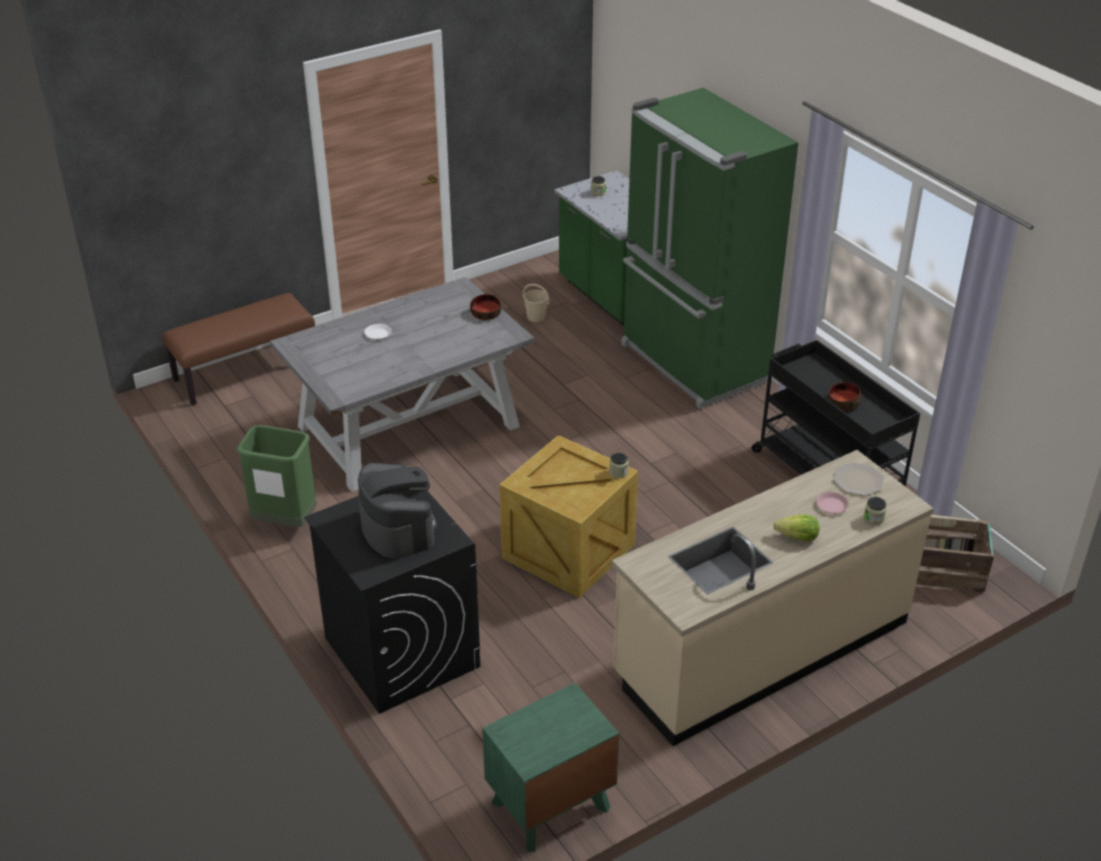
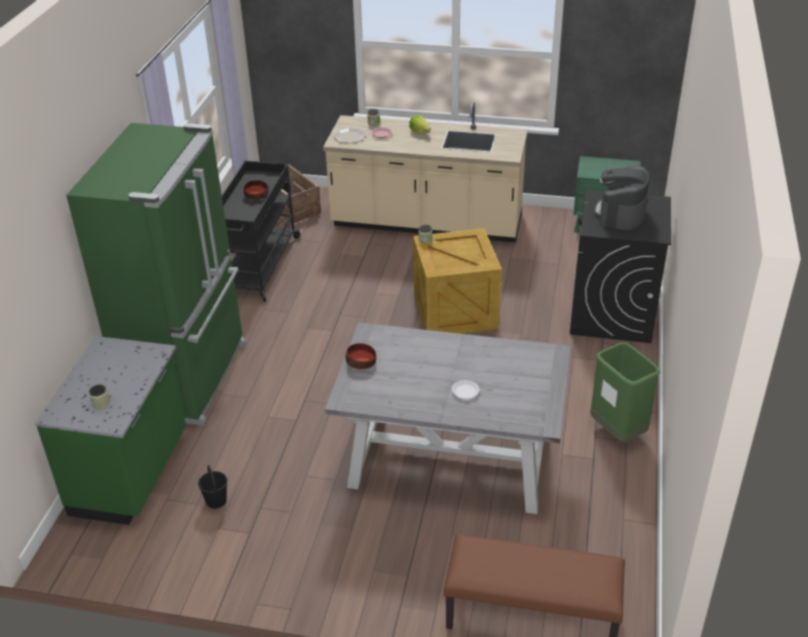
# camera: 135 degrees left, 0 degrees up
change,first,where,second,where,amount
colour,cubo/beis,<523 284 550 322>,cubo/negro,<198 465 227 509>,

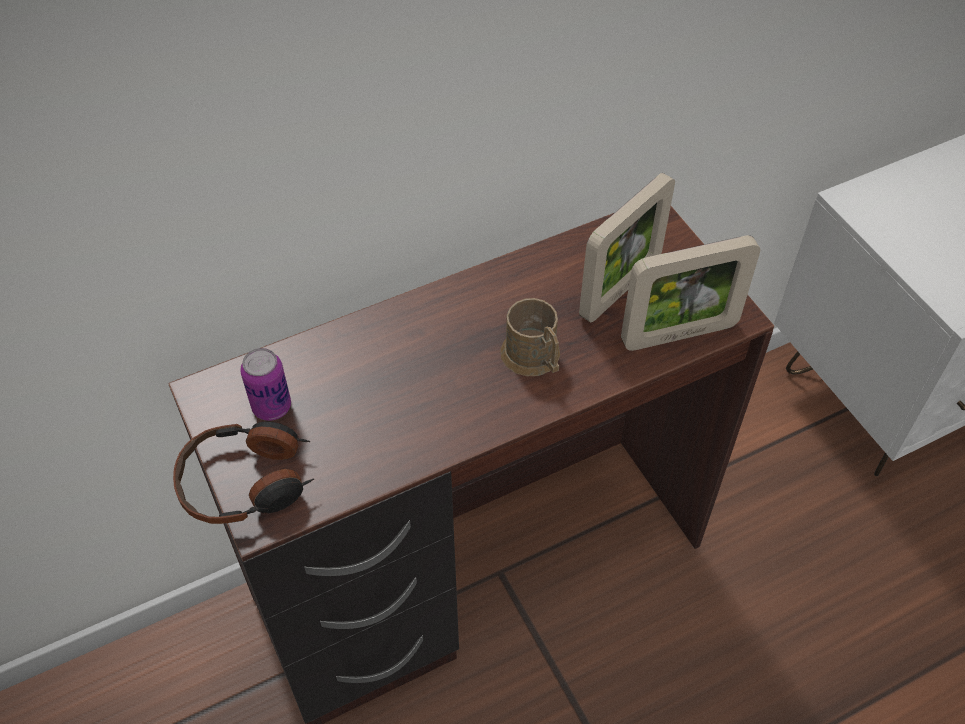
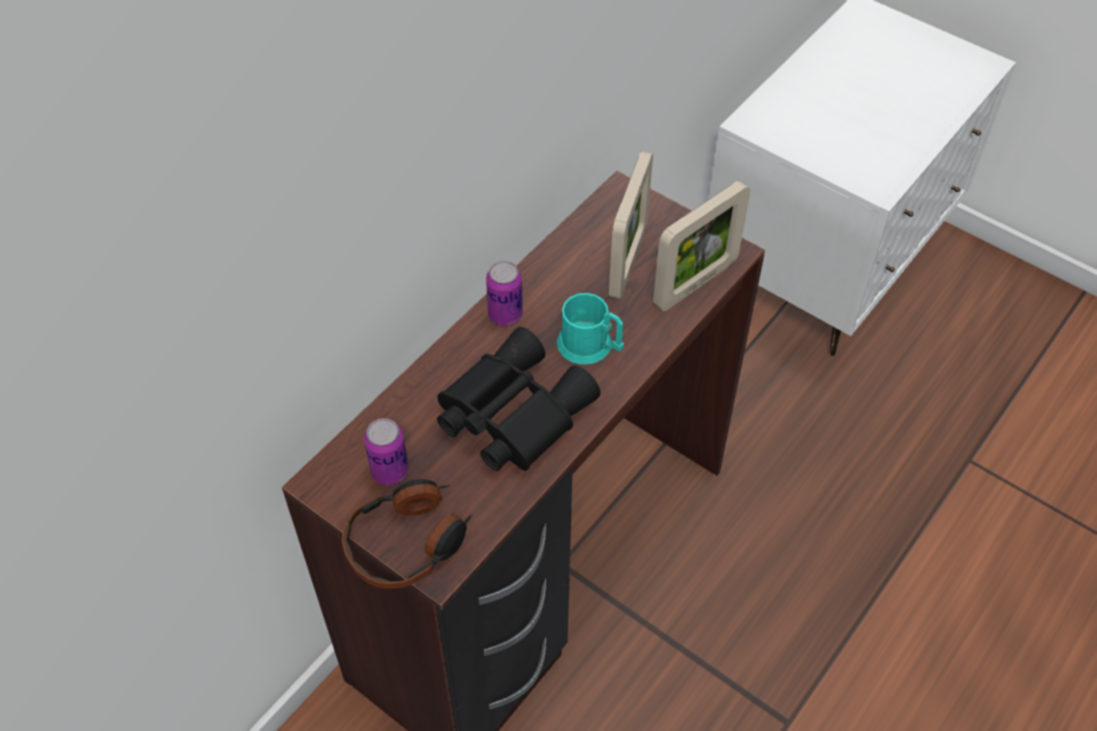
# camera: 25 degrees left, 0 degrees up
change,first,where,second,where,amount
appeared,,,prismáticos/negro,<437 327 600 471>,
appeared,,,lata,<486 261 523 326>,
colour,taza grande/marrón,<500 298 560 376>,taza grande/turquesa,<557 293 624 365>,

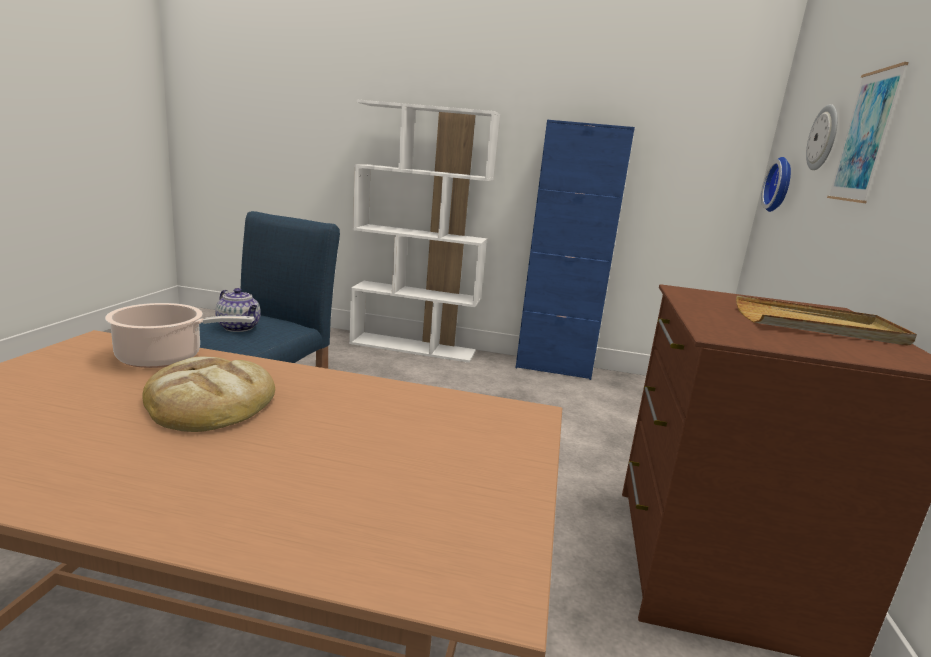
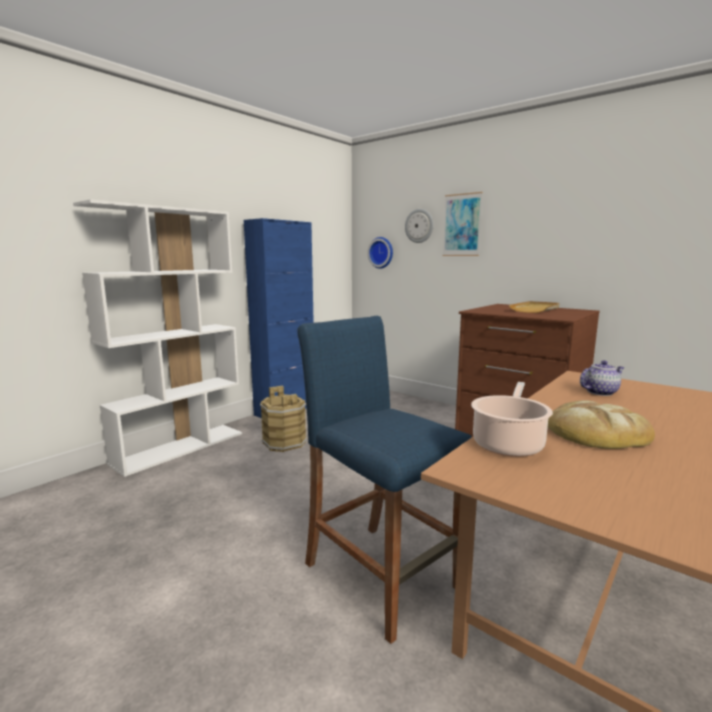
# camera: 60 degrees left, 5 degrees down
change,first,where,second,where,amount
appeared,,,cubo/marrón,<260 386 307 452>,
relocated,tetera,<215 288 261 332>,,<580 360 624 396>,

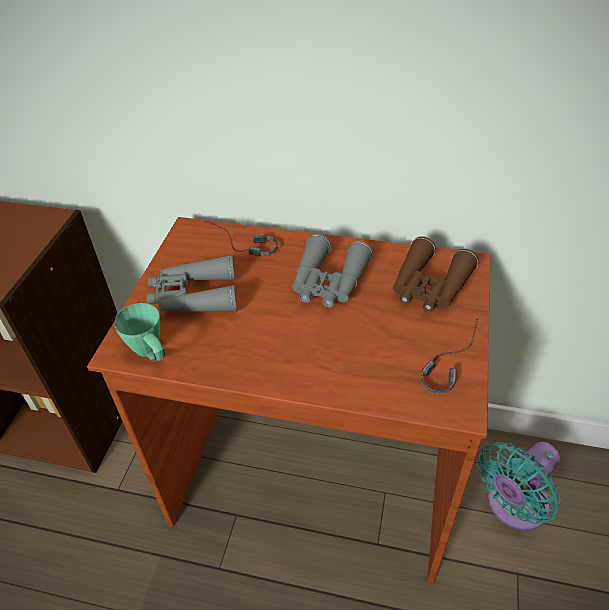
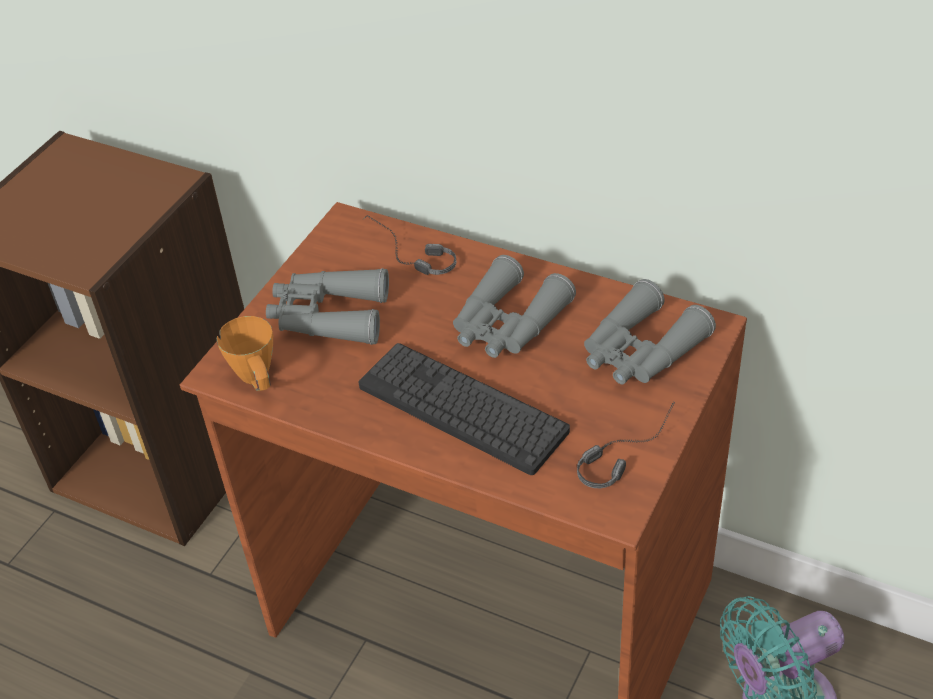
# camera: 15 degrees right, 0 degrees up
change,first,where,second,where,amount
appeared,,,teclado,<358 343 570 475>,
colour,taza grande/verde,<114 303 165 362>,taza grande/naranja,<217 316 273 391>,
colour,prismáticos/marrón,<393 236 479 312>,prismáticos/gris,<584 279 716 385>,

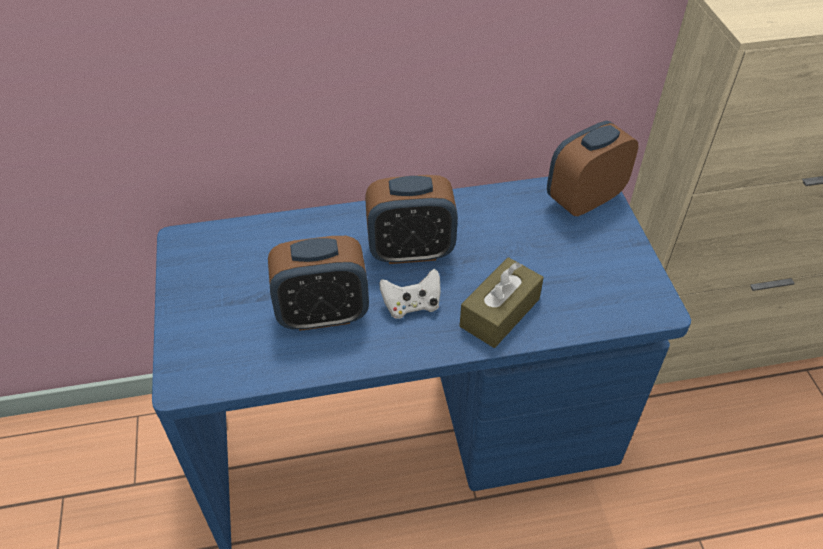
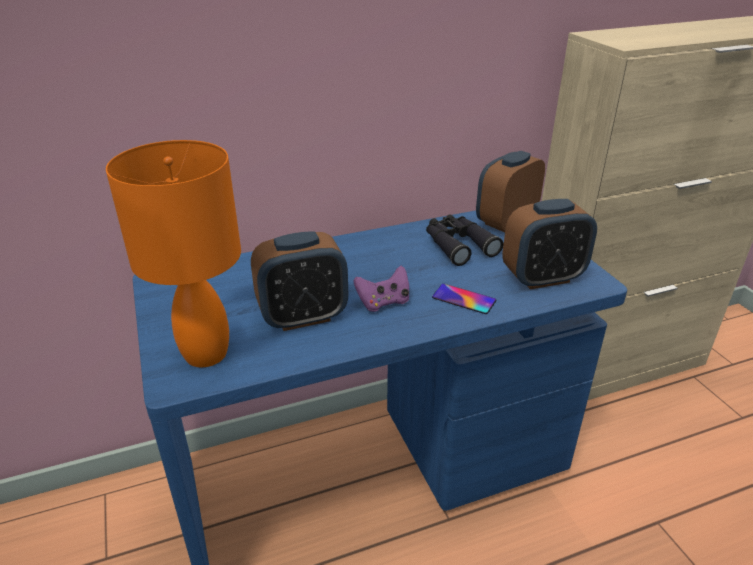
# camera: 10 degrees left, 15 degrees down
change,first,where,second,where,amount
appeared,,,lámpara de mesa/naranja,<106 140 241 368>,
appeared,,,prismáticos/negro,<426 215 503 266>,
relocated,despertador,<365 175 458 264>,,<502 199 597 289>,
exchanged,caja de pañuelos/marrón,<460 257 544 348>,móvil,<432 284 496 314>,
colour,mando de consola/blanco,<379 269 441 319>,mando de consola/morado,<353 266 409 312>,

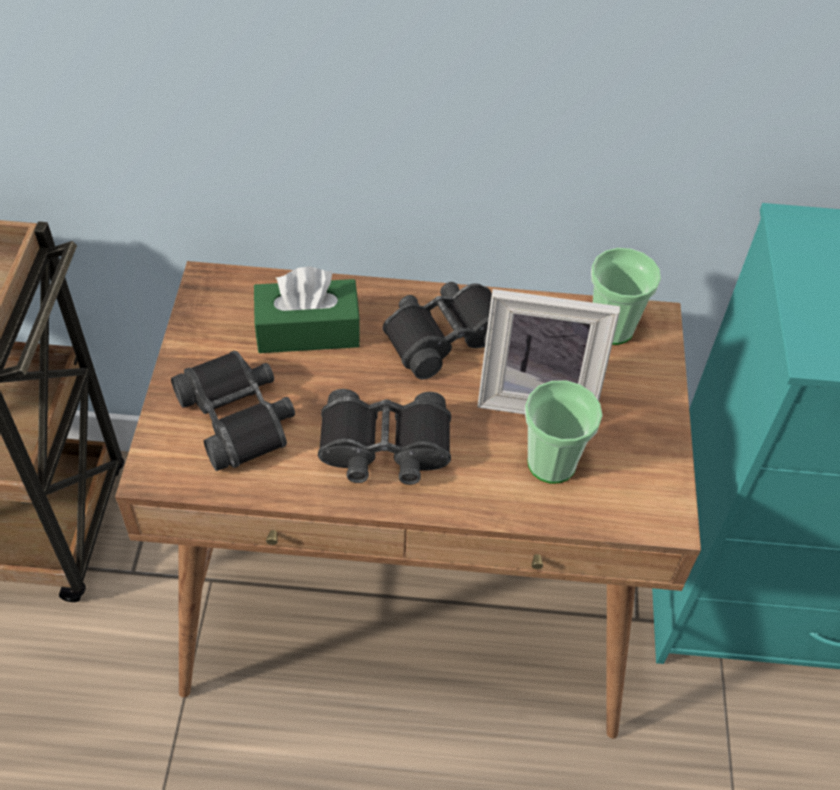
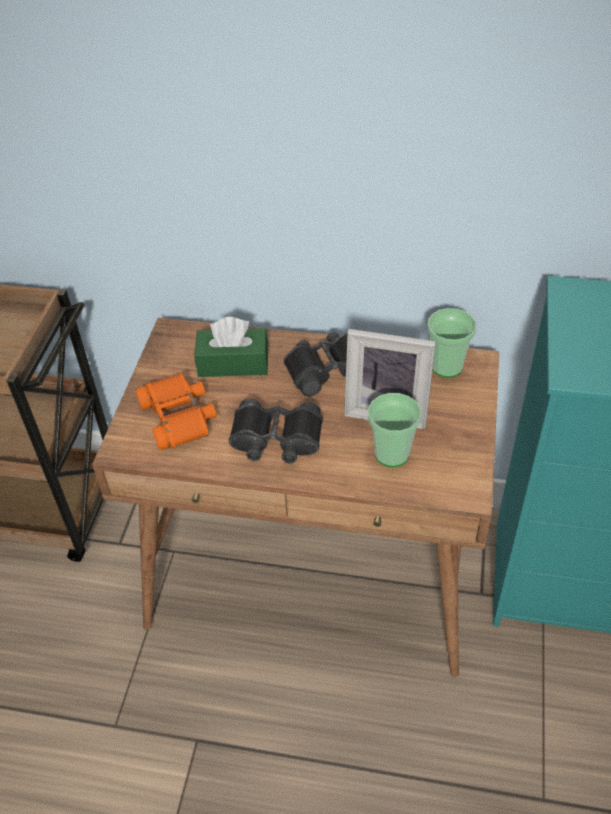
# camera: 10 degrees right, 5 degrees down
change,first,where,second,where,amount
colour,prismáticos/negro,<171 351 295 471>,prismáticos/naranja,<136 373 217 450>,

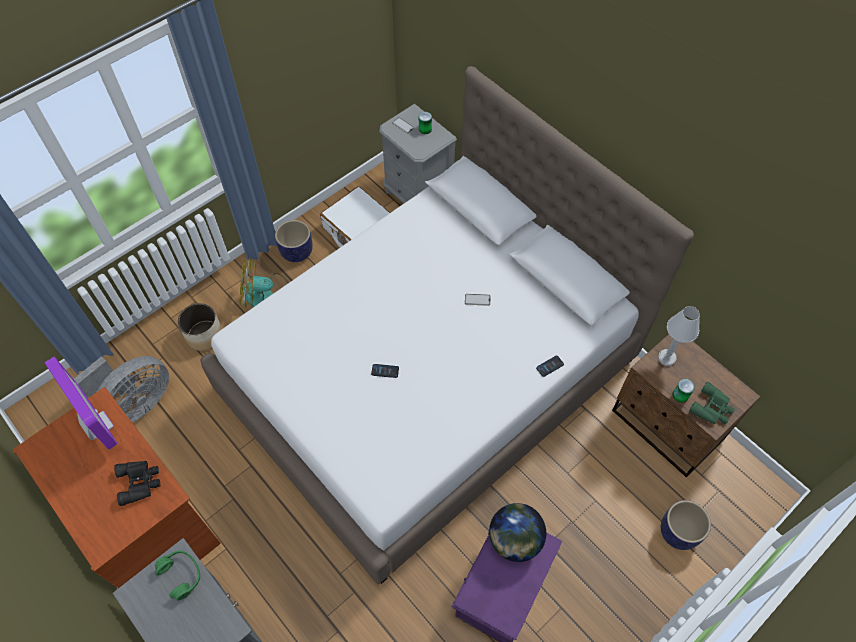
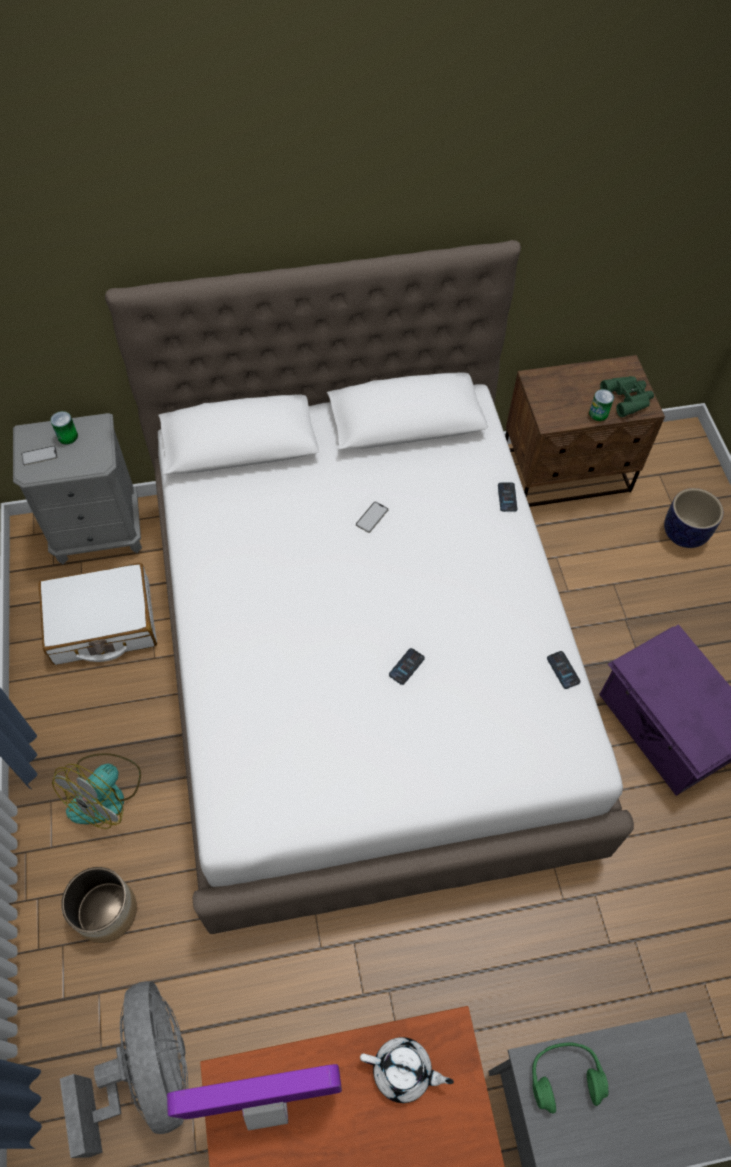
# camera: 60 degrees left, 0 degrees up
change,first,where,second,where,amount
missing,maceta,<275 220 313 262>,,,
missing,globo terráqueo,<489 503 546 562>,,,
missing,lámpara de mesa/blanco,<658 306 700 366>,,,
appeared,,,móvil,<547 651 580 689>,
exchanged,prismáticos/negro,<114 461 160 506>,tetera/blanco,<360 1037 454 1103>,

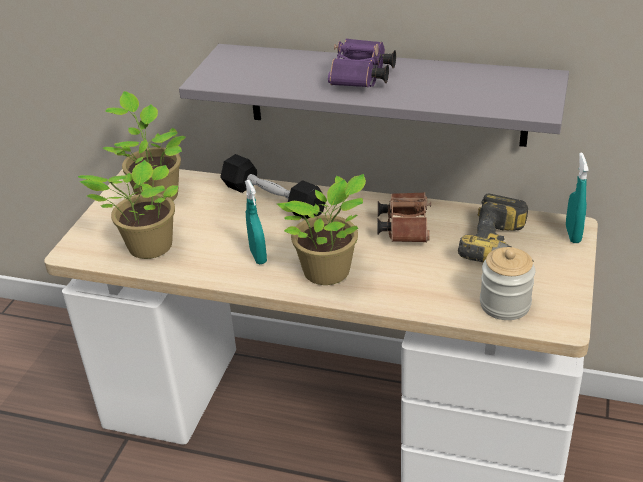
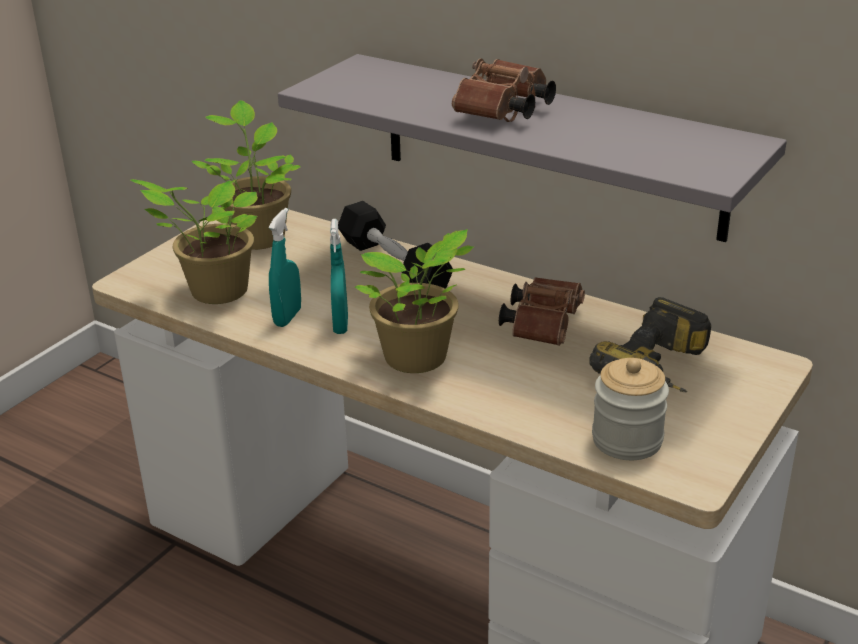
# camera: 15 degrees right, 5 degrees down
change,first,where,second,where,amount
relocated,pulverizador/turquesa,<566 152 589 243>,,<269 208 301 327>,
colour,prismáticos/morado,<328 38 396 87>,prismáticos/marrón,<452 58 556 122>,

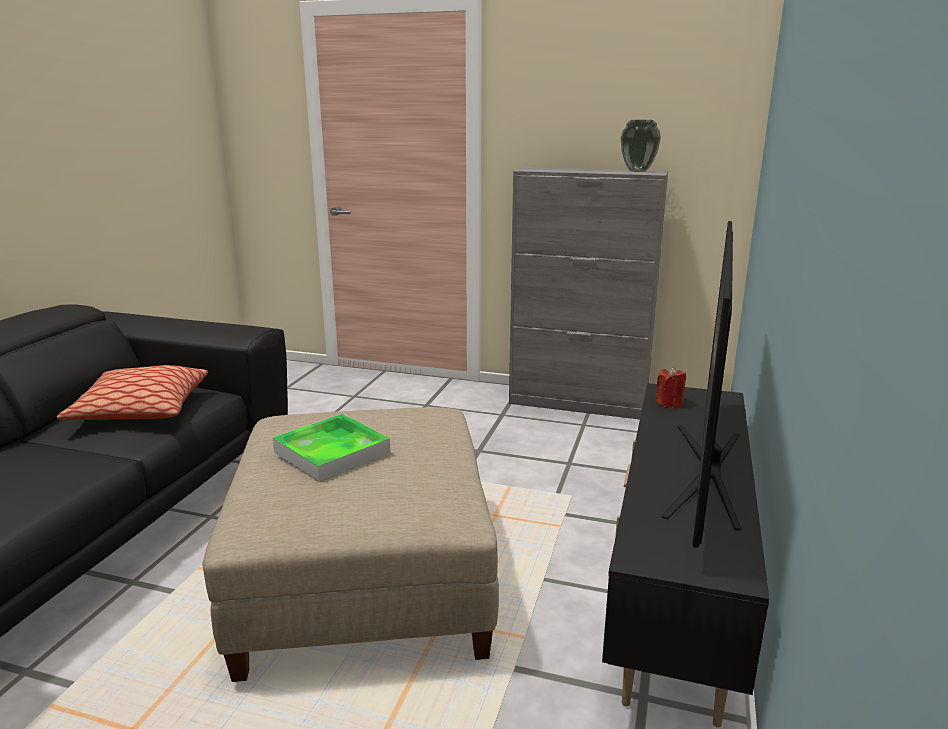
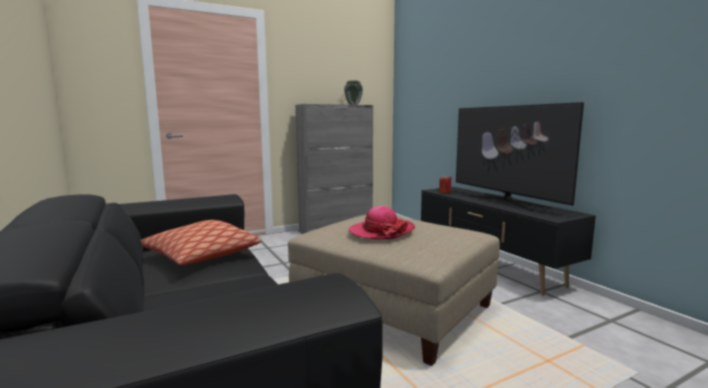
# camera: 45 degrees left, 10 degrees down
change,first,where,second,where,amount
exchanged,bandeja,<272 414 391 482>,sombrero,<349 206 416 240>,

